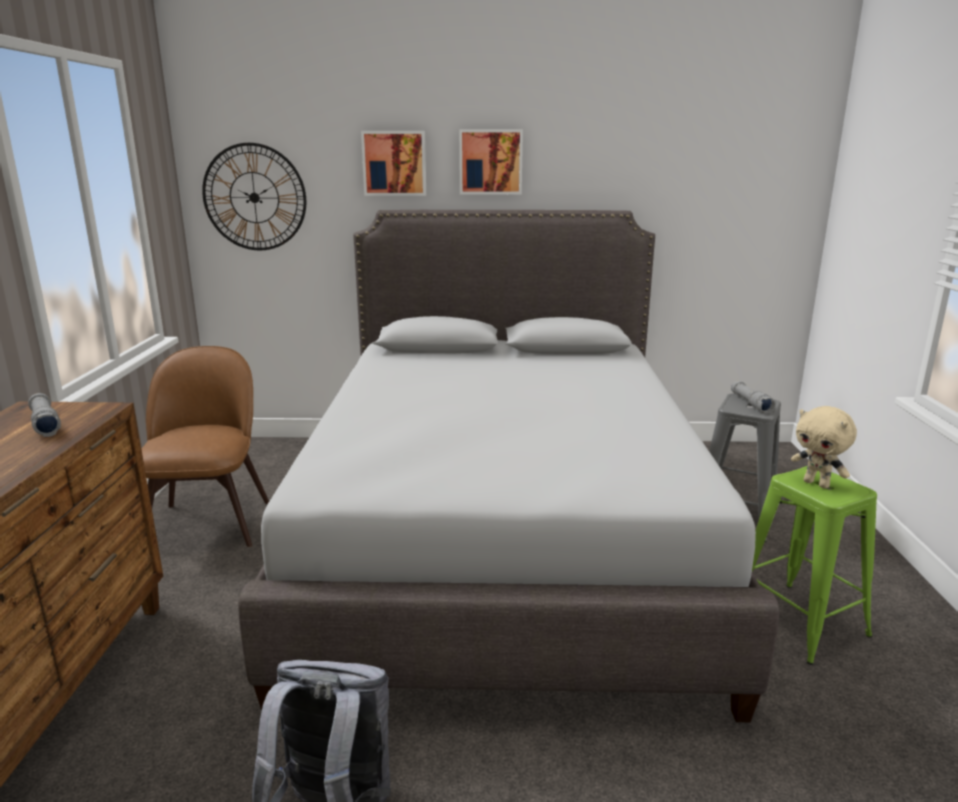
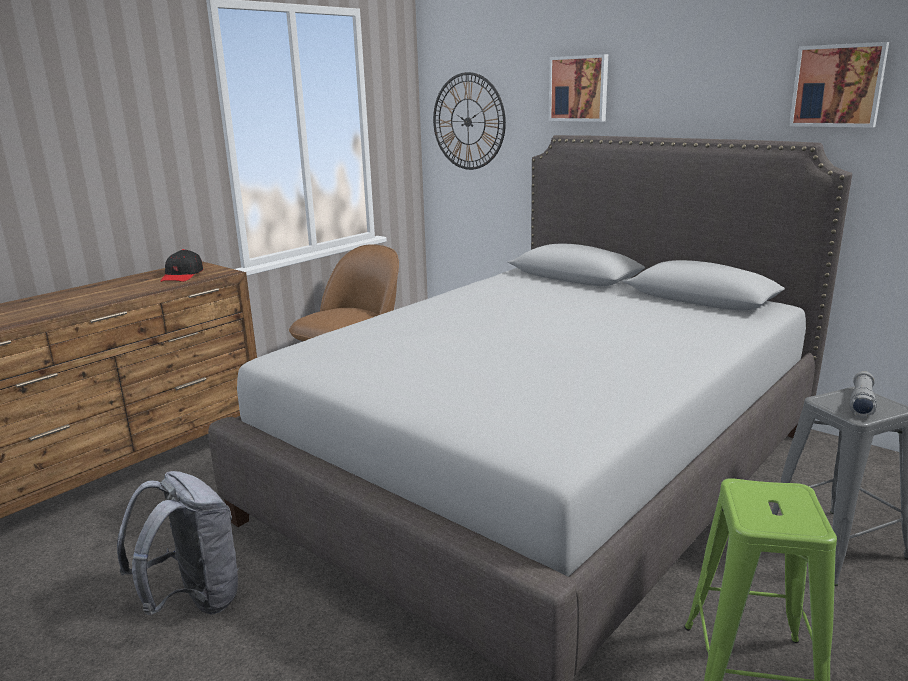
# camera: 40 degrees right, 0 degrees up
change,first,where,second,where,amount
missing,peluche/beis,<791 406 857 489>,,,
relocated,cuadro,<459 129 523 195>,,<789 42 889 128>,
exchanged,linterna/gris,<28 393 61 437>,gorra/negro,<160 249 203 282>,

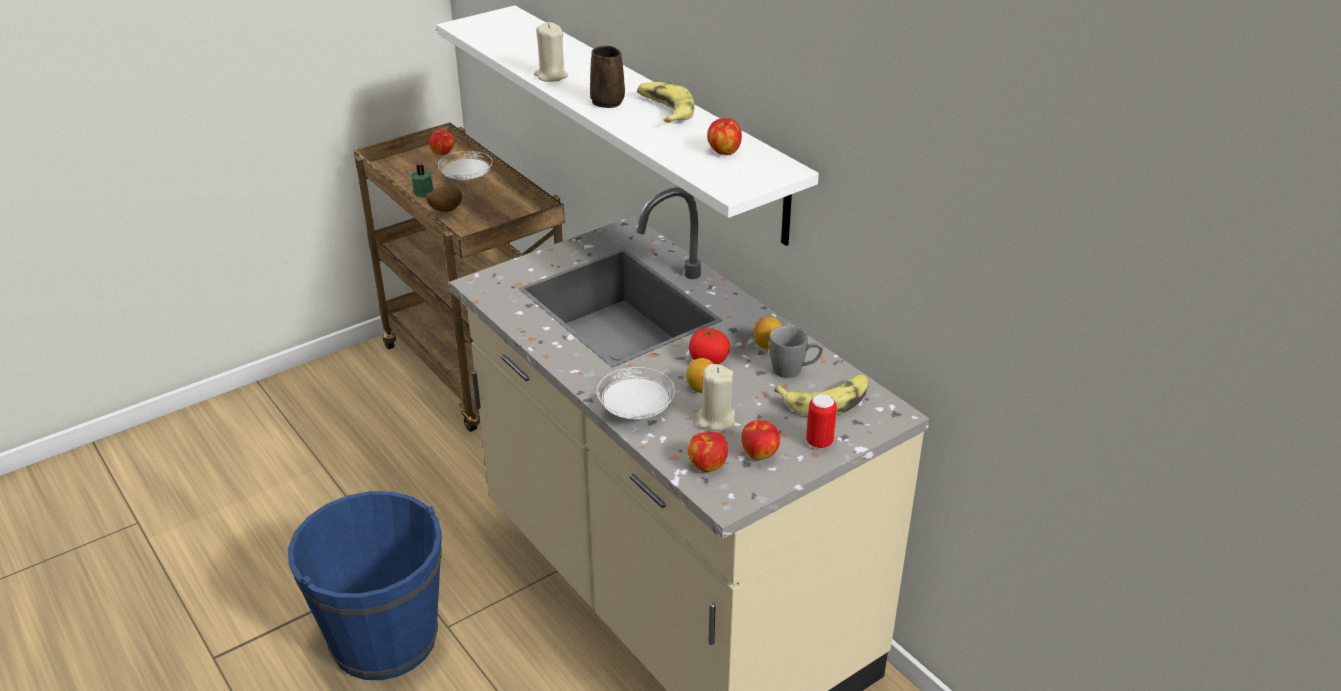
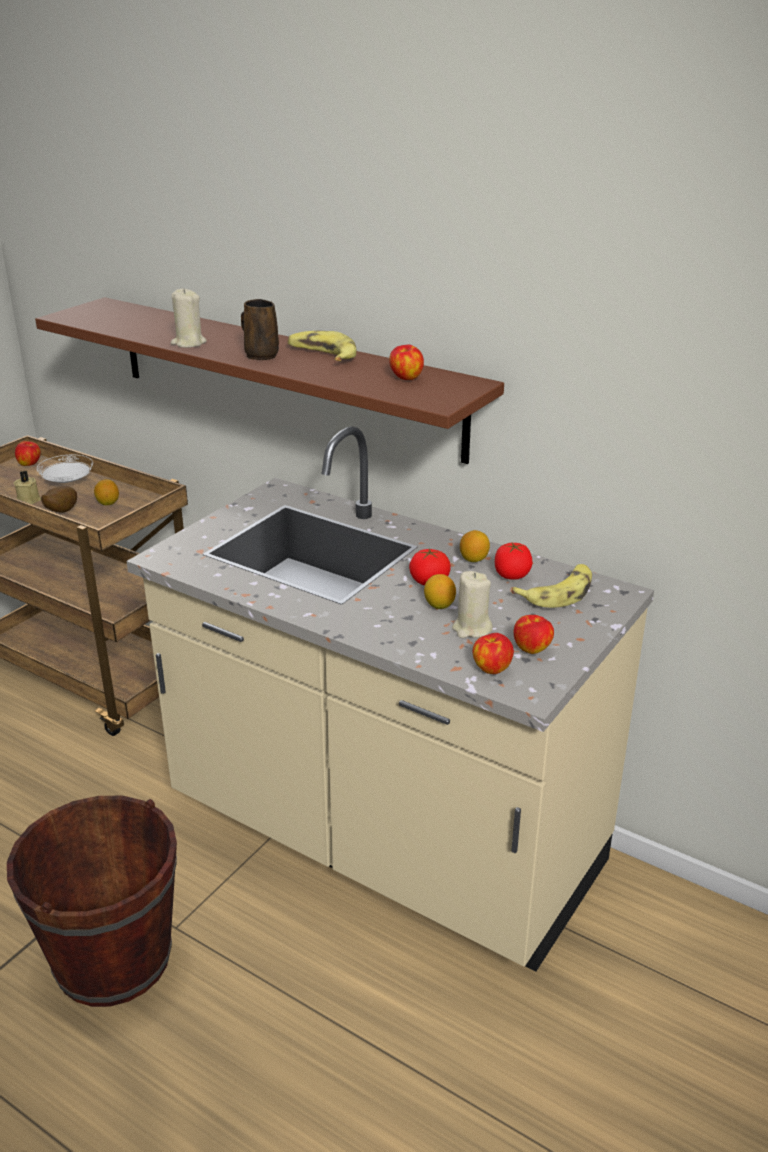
# camera: 20 degrees left, 5 degrees down
change,first,where,second,where,amount
missing,plato/blanco,<597 367 675 419>,,,
missing,lata,<806 394 837 449>,,,
appeared,,,limón,<94 479 119 505>,
exchanged,taza grande/gris,<769 326 823 378>,tomate,<495 543 533 580>,
colour,cubo/azul,<288 491 442 680>,cubo/marrón,<7 796 177 1007>,
colour,vela/verde,<410 164 434 198>,vela/beis,<13 471 41 504>,
colour,estante/blanco,<437 5 819 246>,estante/marrón,<35 297 504 464>,

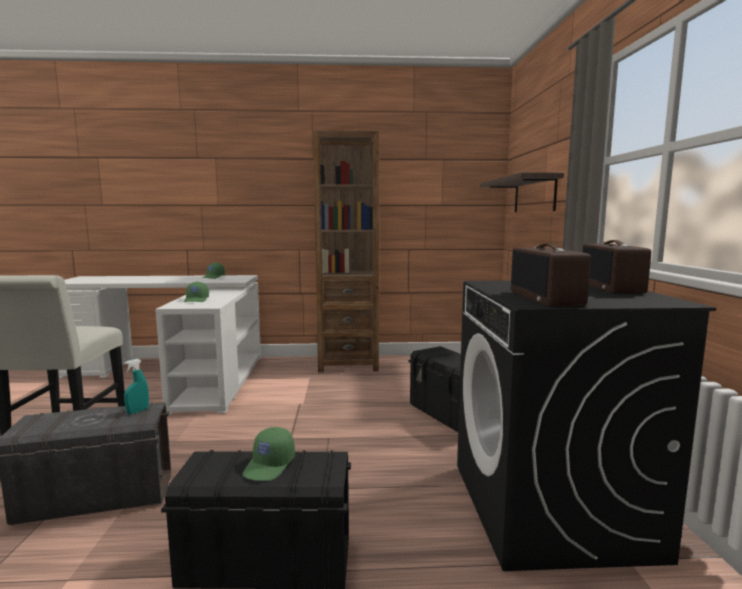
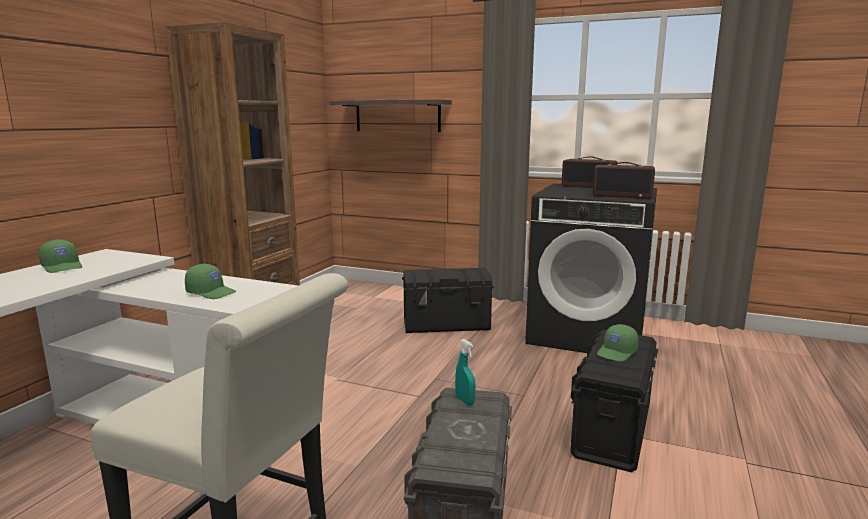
# camera: 65 degrees left, 5 degrees up
change,first,where,second,where,amount
spun,gorra/verde,<243 427 295 481>,,<597 324 639 362>,90 degrees clockwise

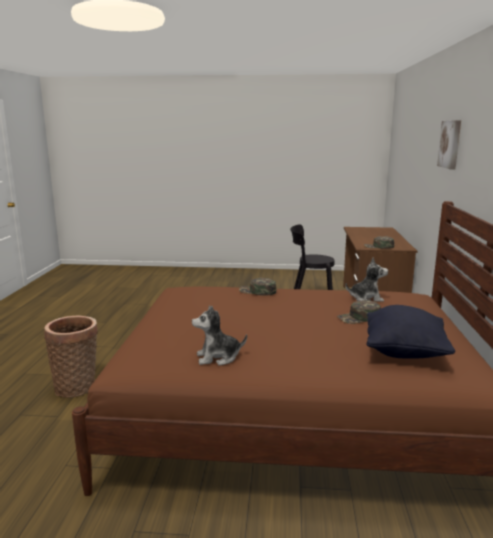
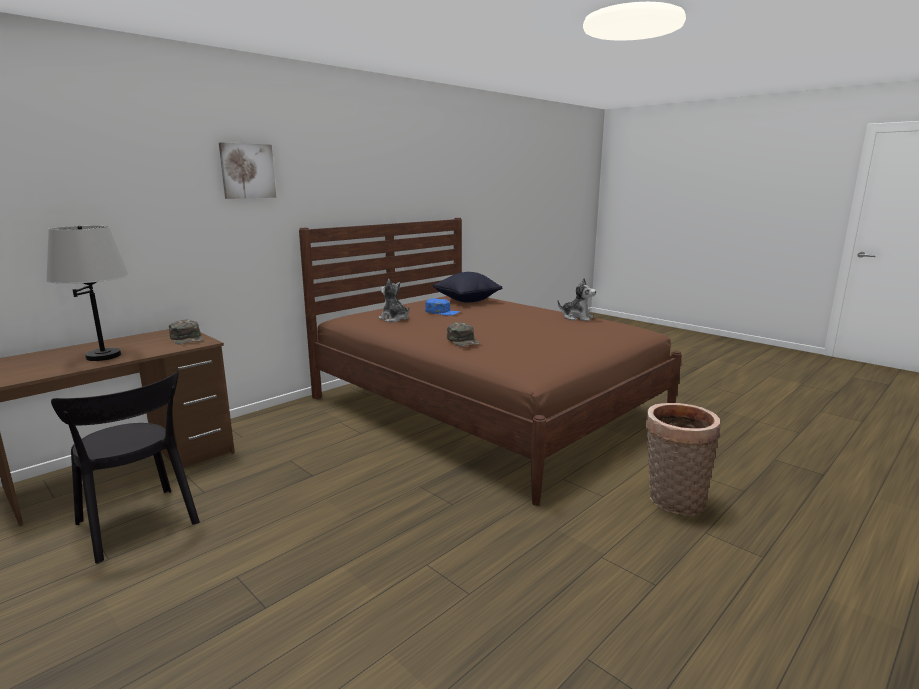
# camera: 140 degrees left, 0 degrees up
change,first,where,second,where,amount
appeared,,,lámpara de mesa/gris,<46 226 129 361>,
colour,gorra/verde,<337 300 381 324>,gorra/azul,<425 298 460 316>,

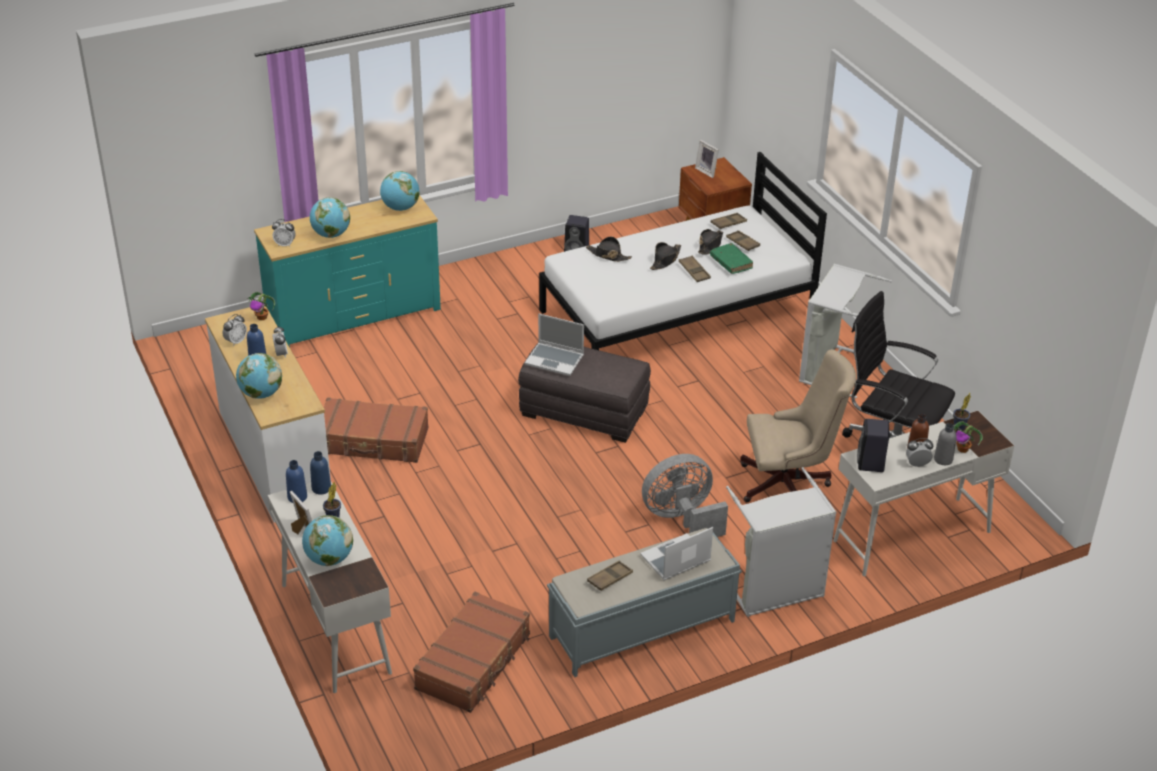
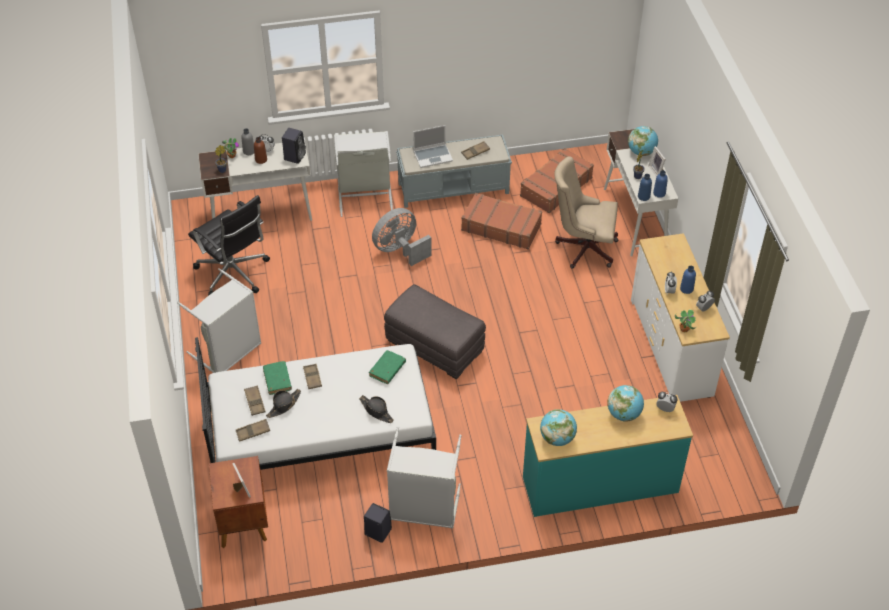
# camera: 165 degrees left, 10 degrees up
change,first,where,second,where,amount
missing,globo terráqueo,<236 353 282 399>,,,
missing,portátil,<525 314 584 376>,,,
missing,sombrero/negro,<650 242 681 270>,,,
appeared,,,libro/verde,<369 350 406 384>,
appeared,,,cesto de la ropa/gris,<387 427 462 529>,
relocated,maleta/marrón,<324 397 429 463>,,<461 193 542 250>,
relocated,silla de oficina/beis,<740 349 856 502>,,<554 156 618 269>,
spun,ventilador/gris,<642 454 728 537>,,<372 208 432 266>,150 degrees clockwise

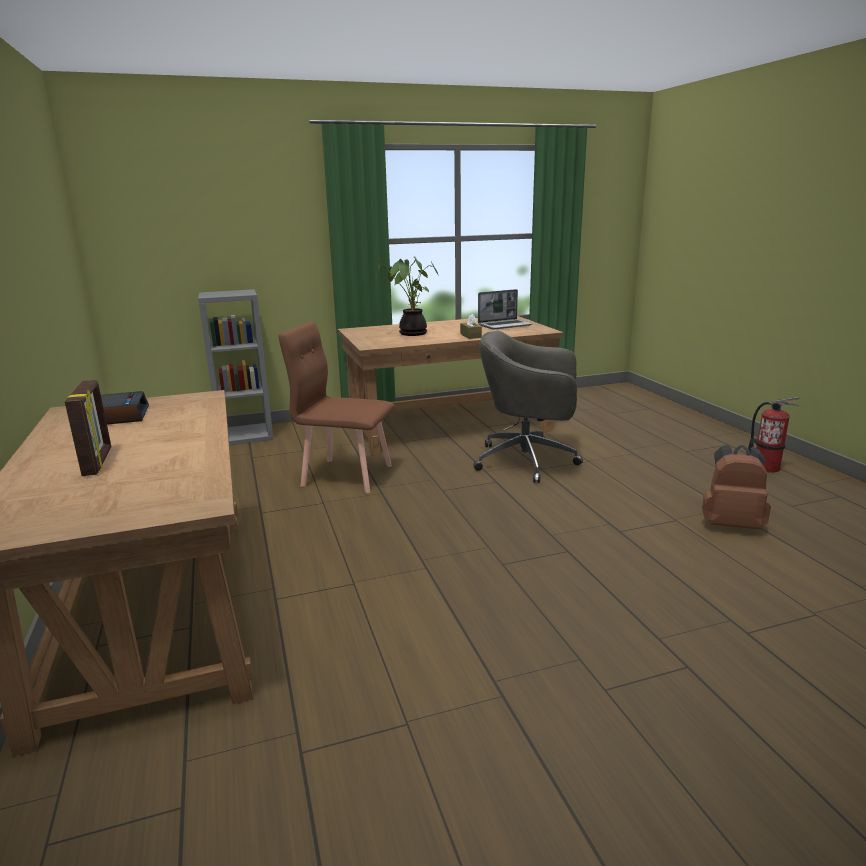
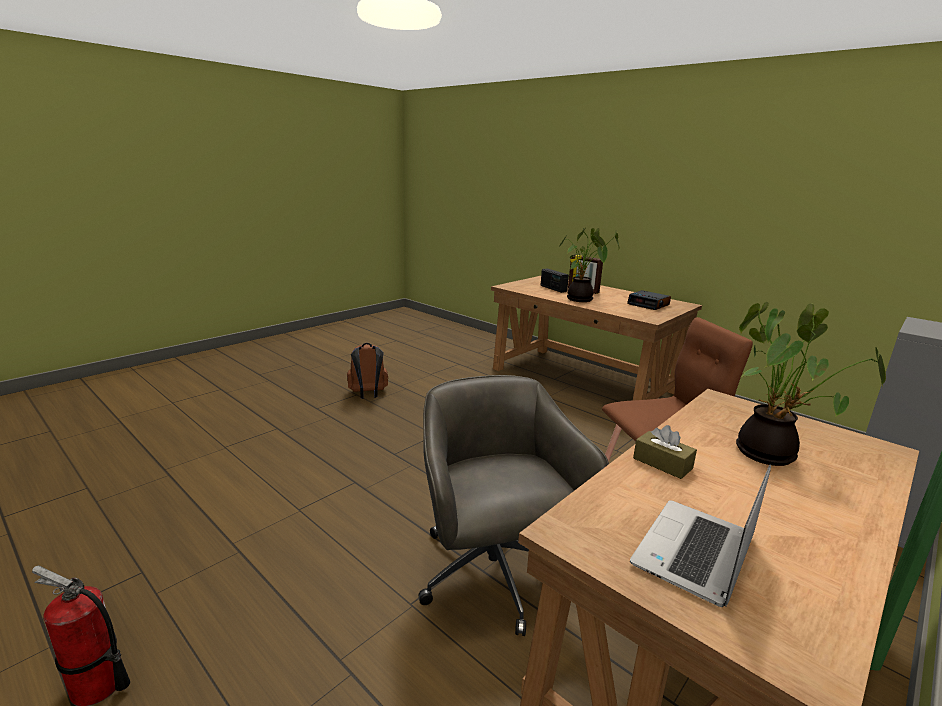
# camera: 150 degrees right, 0 degrees up
change,first,where,second,where,amount
appeared,,,radio,<541 269 569 293>,
appeared,,,planta en maceta,<559 228 620 302>,
relocated,mochila/marrón,<702 445 771 529>,,<347 343 388 399>,
spun,silla de oficina/gris,<473 331 583 483>,,<418 375 609 636>,90 degrees counterclockwise

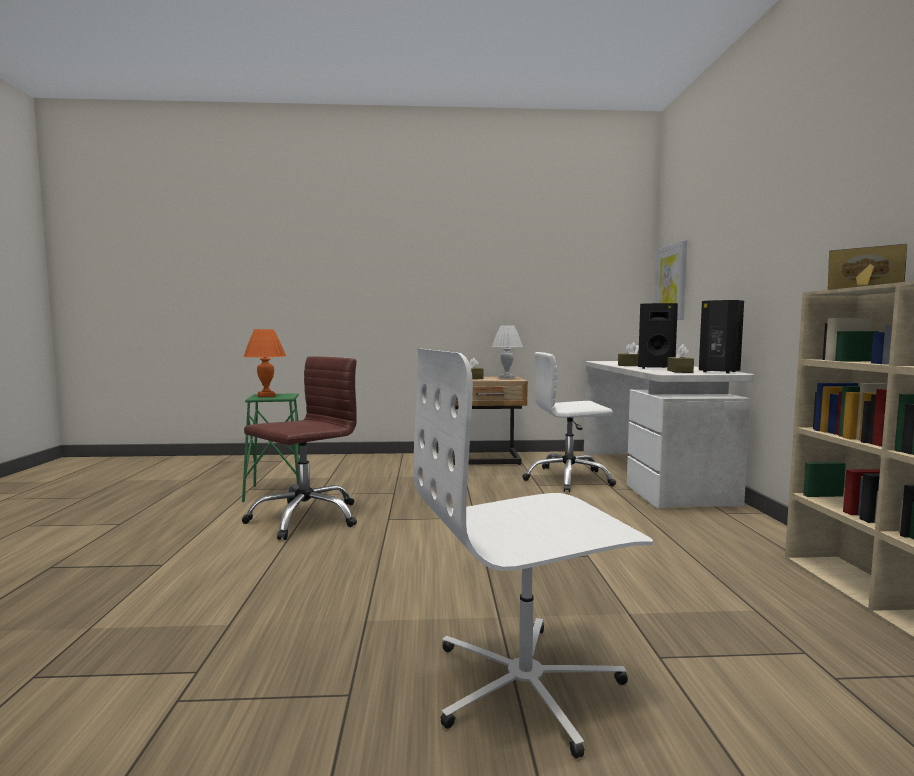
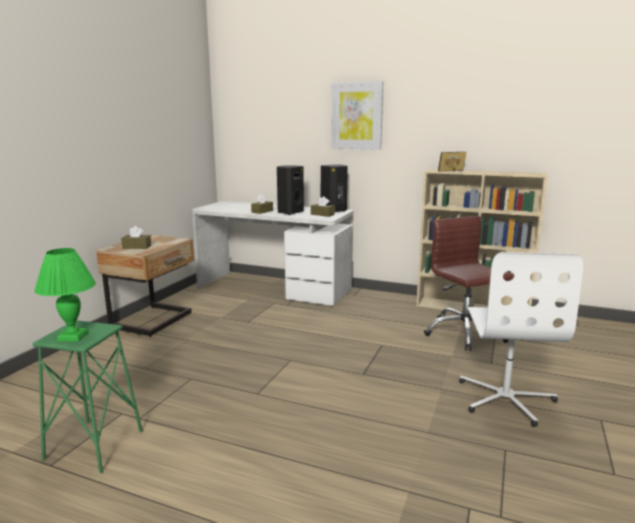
# camera: 65 degrees left, 10 degrees up
change,first,where,second,where,amount
missing,lámpara de mesa/blanco,<491 326 523 378>,,,
missing,silla de oficina/blanco,<522 352 616 492>,,,
relocated,silla de oficina/marrón,<242 356 357 540>,,<424 216 514 351>,
relocated,cuadro,<654 240 687 320>,,<331 81 383 150>,
colour,lámpara de mesa/naranja,<243 329 286 397>,lámpara de mesa/verde,<34 248 96 341>,

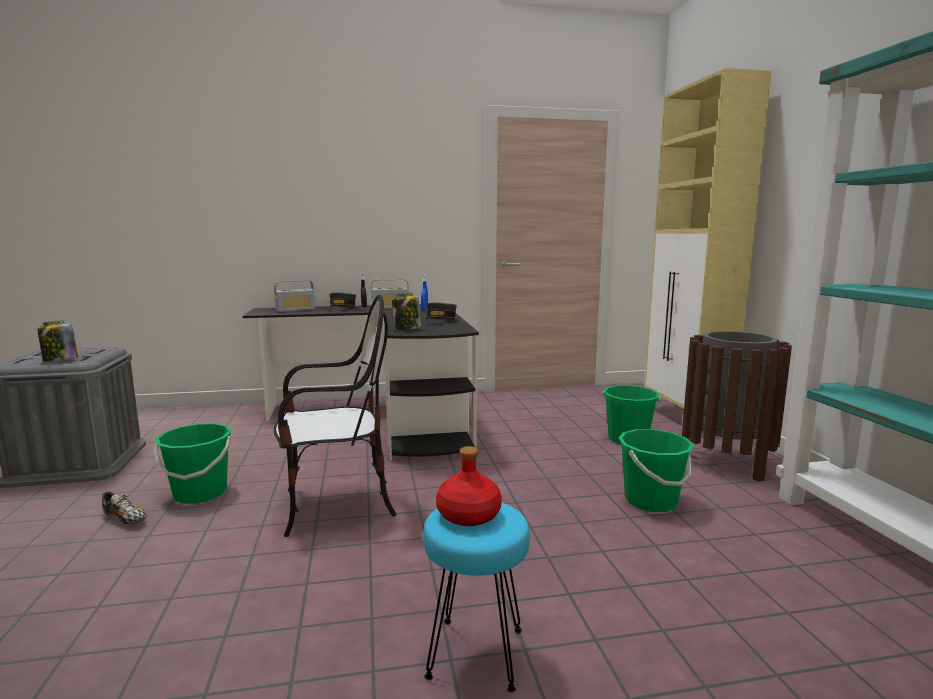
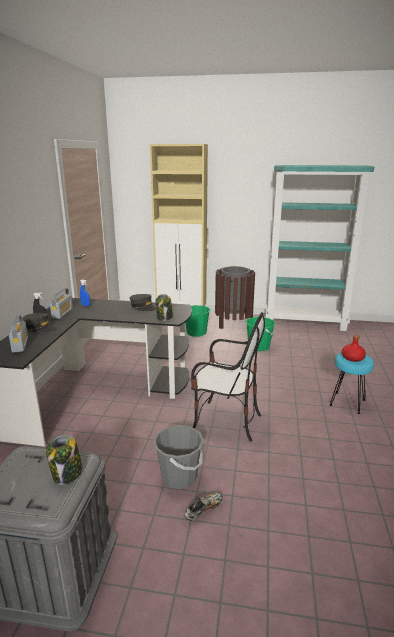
# camera: 70 degrees left, 10 degrees up
change,first,where,second,where,amount
colour,cubo/verde,<154 423 232 504>,cubo/gris,<153 425 204 489>,
spun,silla,<274 295 397 537>,,<191 312 265 442>,105 degrees clockwise

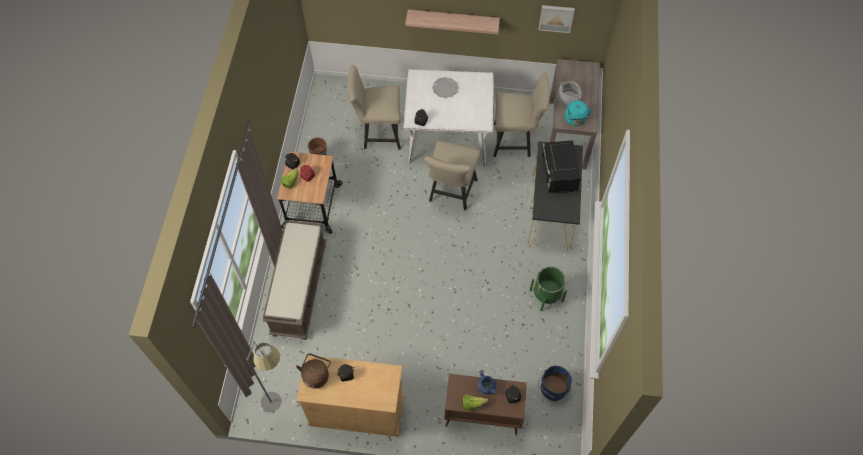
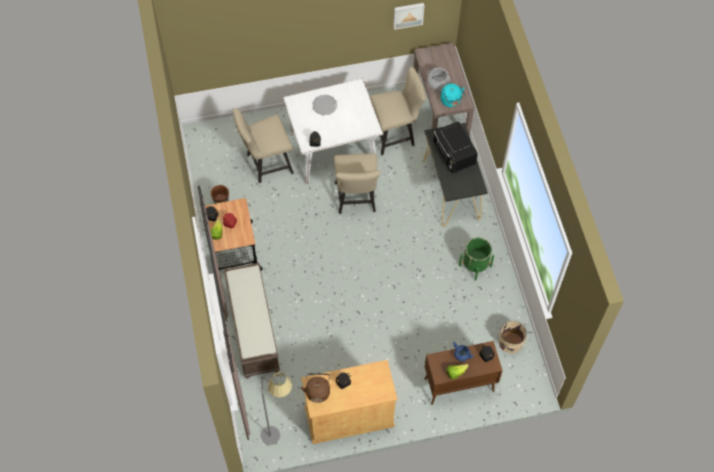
# camera: 20 degrees left, 0 degrees up
change,first,where,second,where,amount
missing,estante,<405 9 500 34>,,,
colour,cubo/azul,<538 365 572 401>,cubo/beis,<498 321 527 354>,

